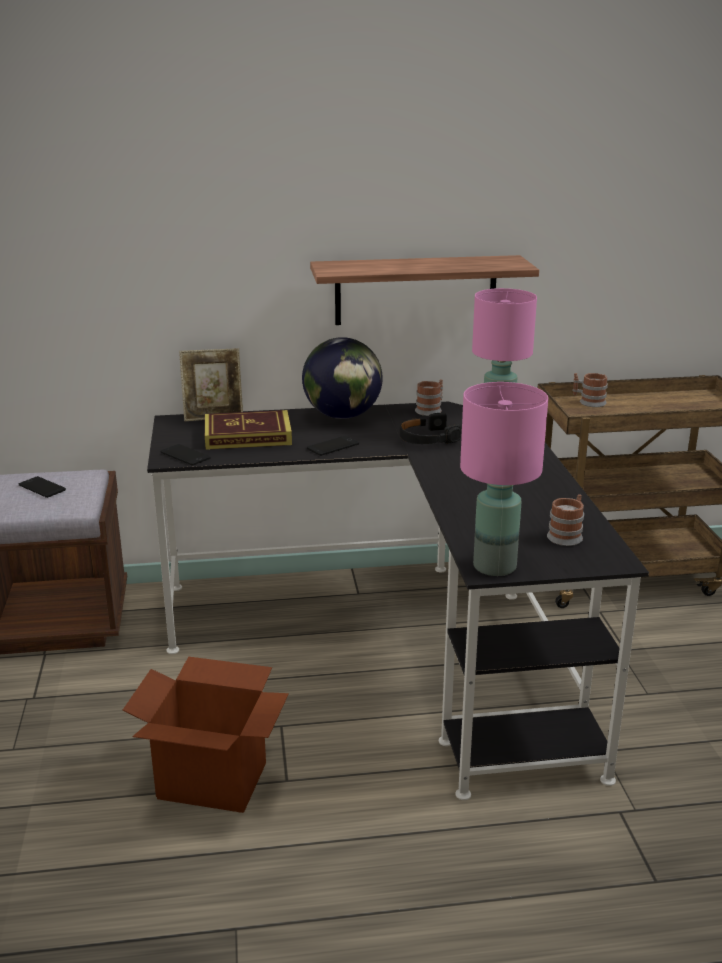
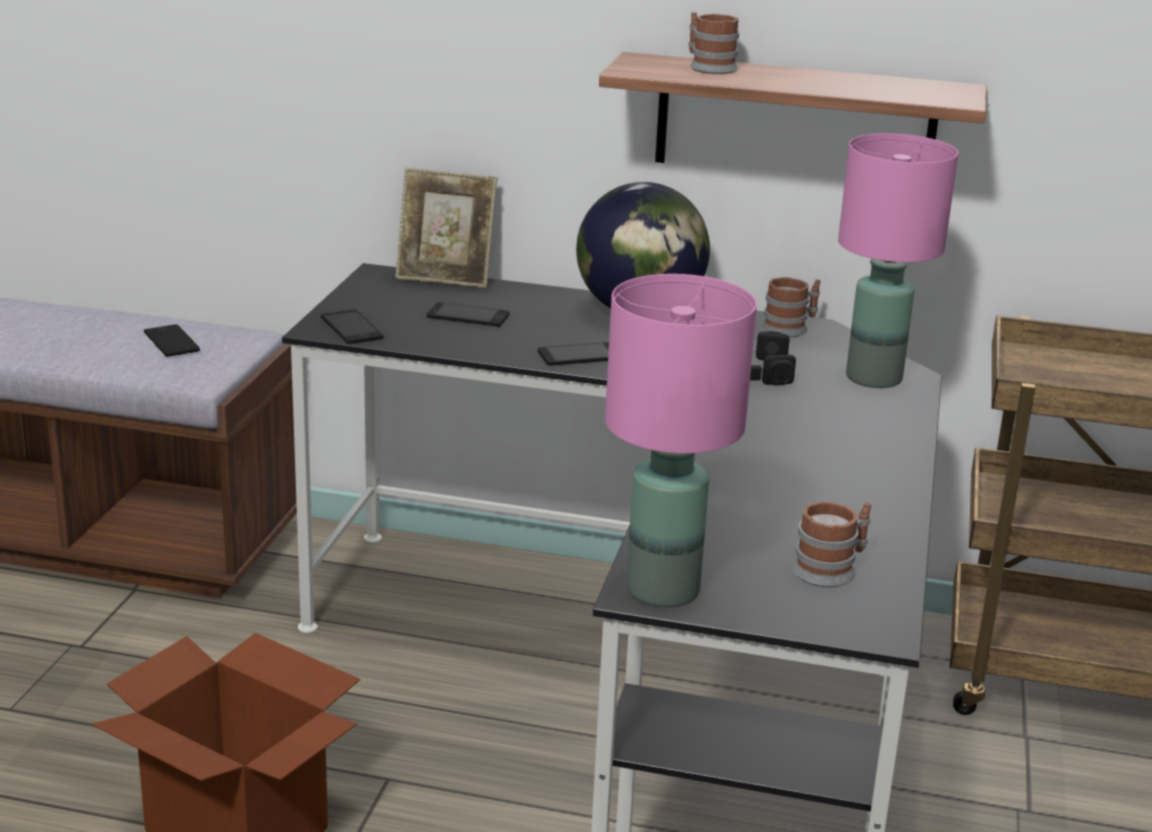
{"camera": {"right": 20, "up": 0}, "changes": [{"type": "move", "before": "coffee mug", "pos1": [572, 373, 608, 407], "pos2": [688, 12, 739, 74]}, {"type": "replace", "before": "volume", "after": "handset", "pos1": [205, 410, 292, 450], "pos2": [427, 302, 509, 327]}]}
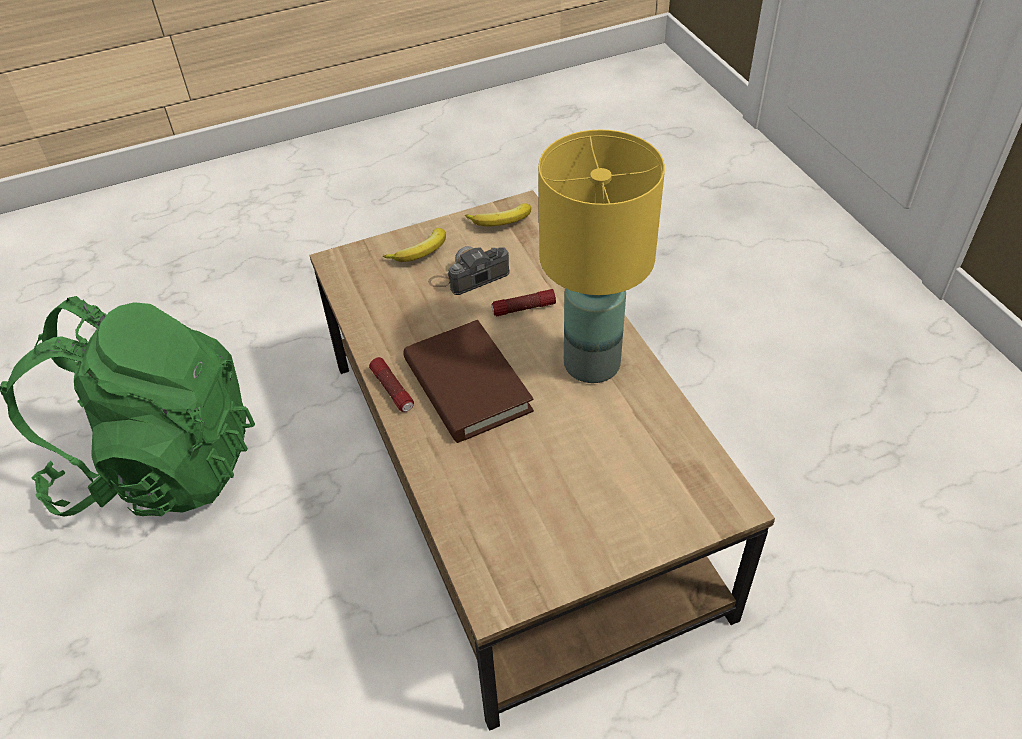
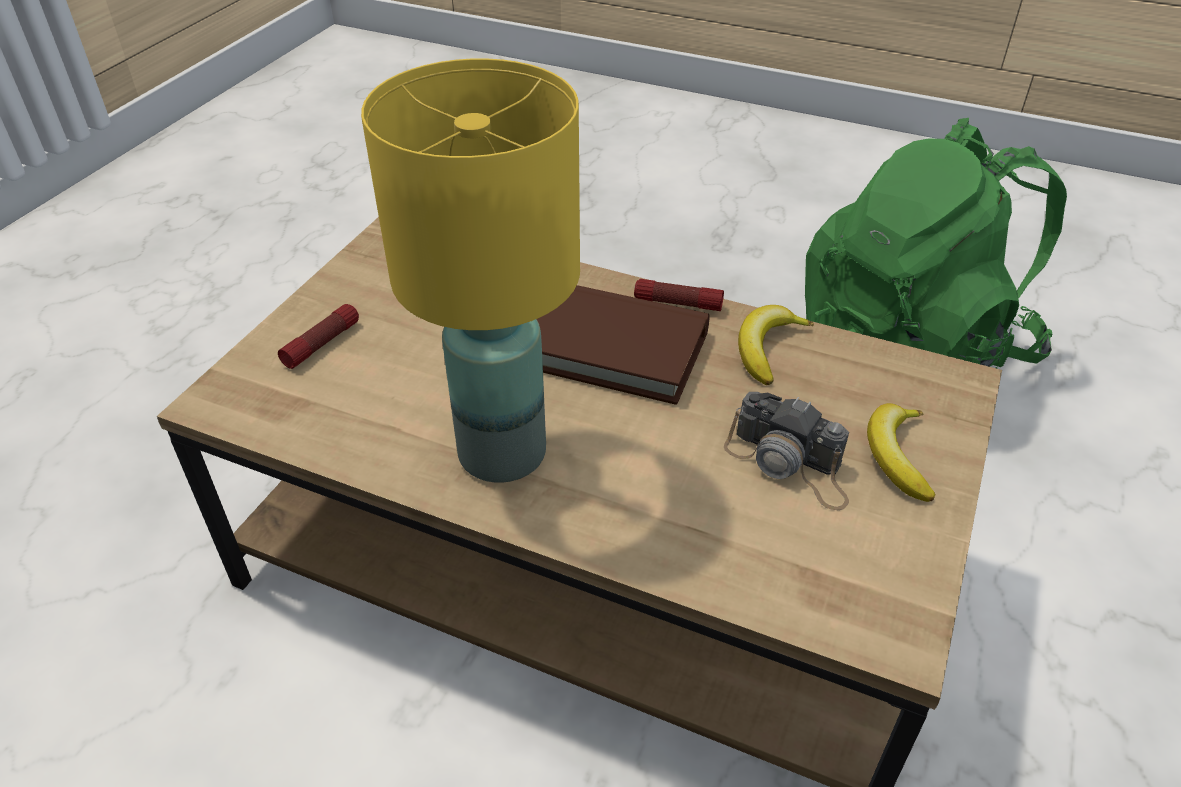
{"camera": {"right": 135, "up": -5}, "changes": [{"type": "move", "before": "banana fruit", "pos1": [465, 203, 531, 226], "pos2": [738, 305, 814, 385]}, {"type": "rotate", "before": "photo camera", "pos1": [428, 246, 510, 295], "pos2": [724, 392, 849, 510], "turn": 105}, {"type": "move", "before": "torch", "pos1": [492, 289, 556, 316], "pos2": [278, 304, 359, 369]}]}
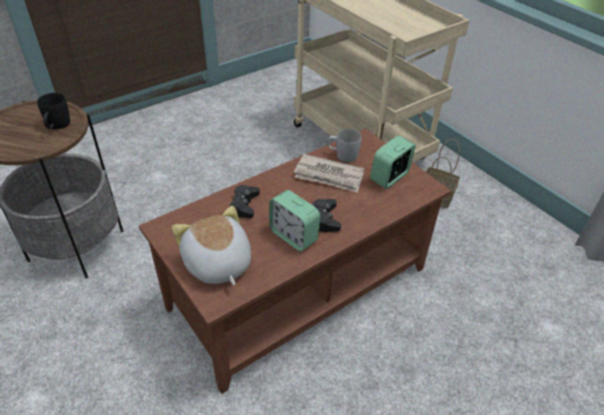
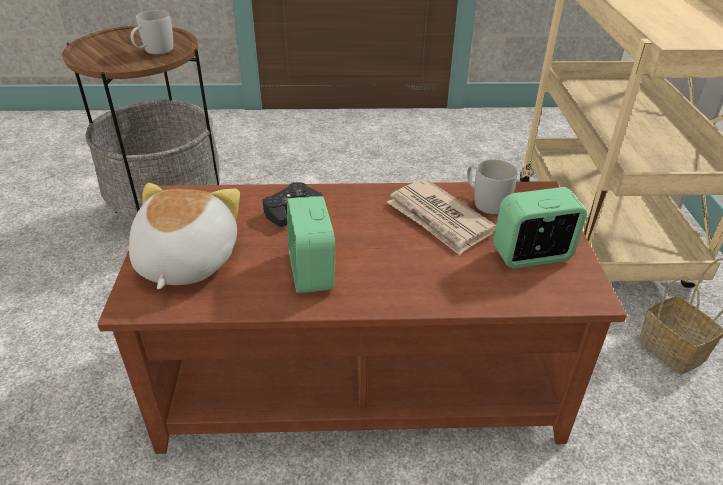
{"camera": {"right": 35, "up": -5}, "changes": [{"type": "recolor", "before": "black coffee mug", "after": "white-coloured coffee mug", "pos1": [37, 93, 70, 129], "pos2": [131, 10, 173, 54]}, {"type": "delete", "before": "black game controller", "pos1": [312, 199, 341, 232]}]}
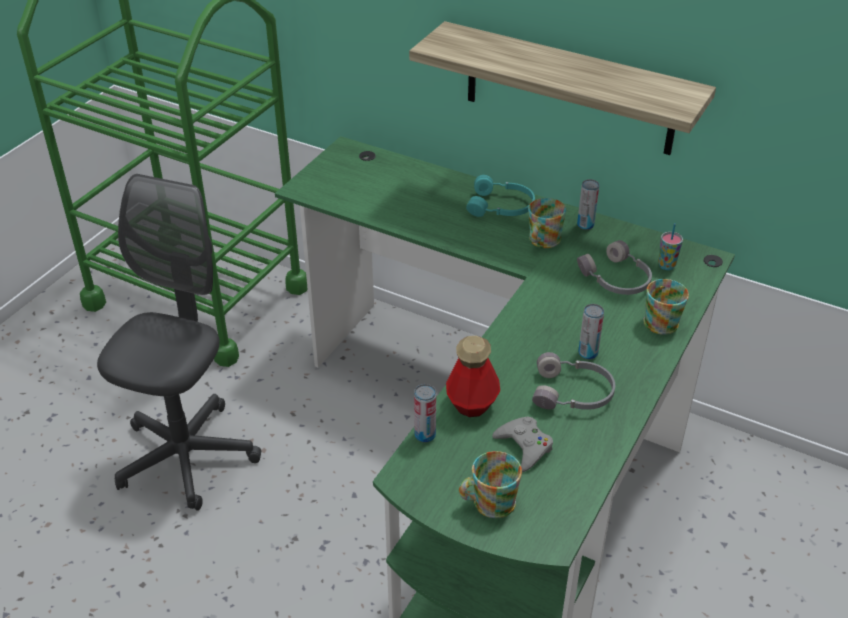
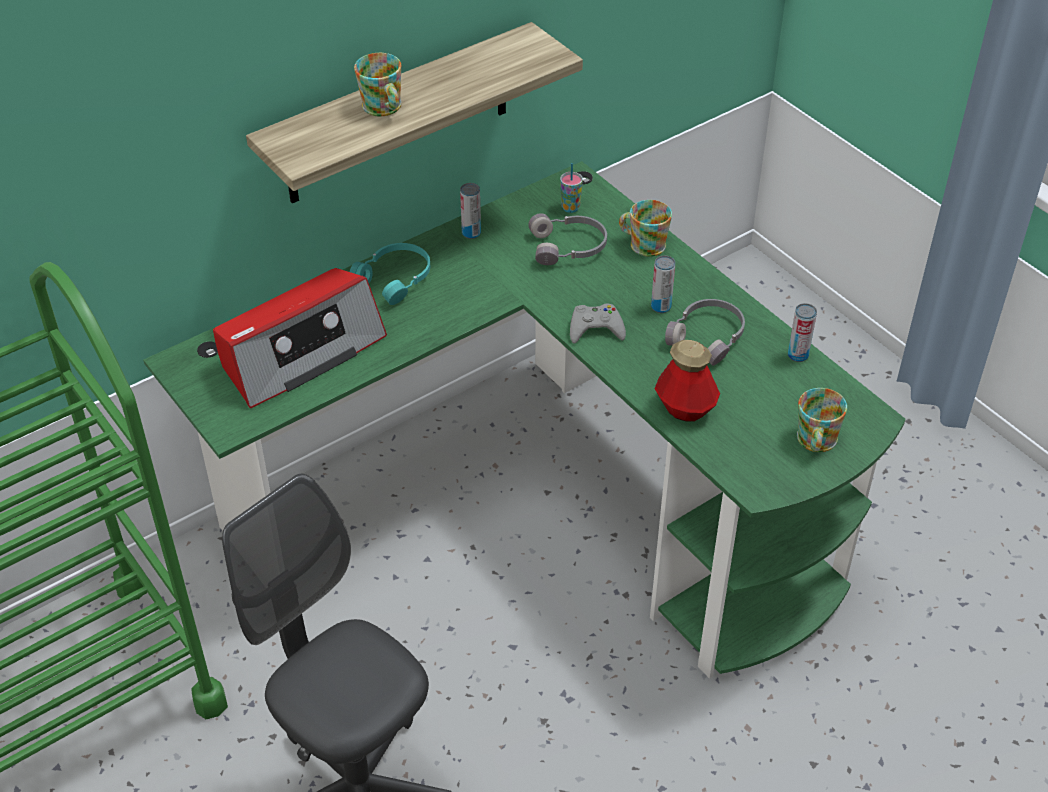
{"camera": {"right": -65, "up": 5}, "changes": [{"type": "move", "before": "coffee mug", "pos1": [528, 198, 566, 248], "pos2": [354, 53, 402, 116]}, {"type": "move", "before": "metal can", "pos1": [414, 384, 436, 443], "pos2": [788, 303, 817, 362]}, {"type": "move", "before": "grey game controller", "pos1": [492, 416, 553, 472], "pos2": [570, 304, 626, 344]}, {"type": "insert", "after": "radio", "pos2": [213, 268, 387, 408]}]}
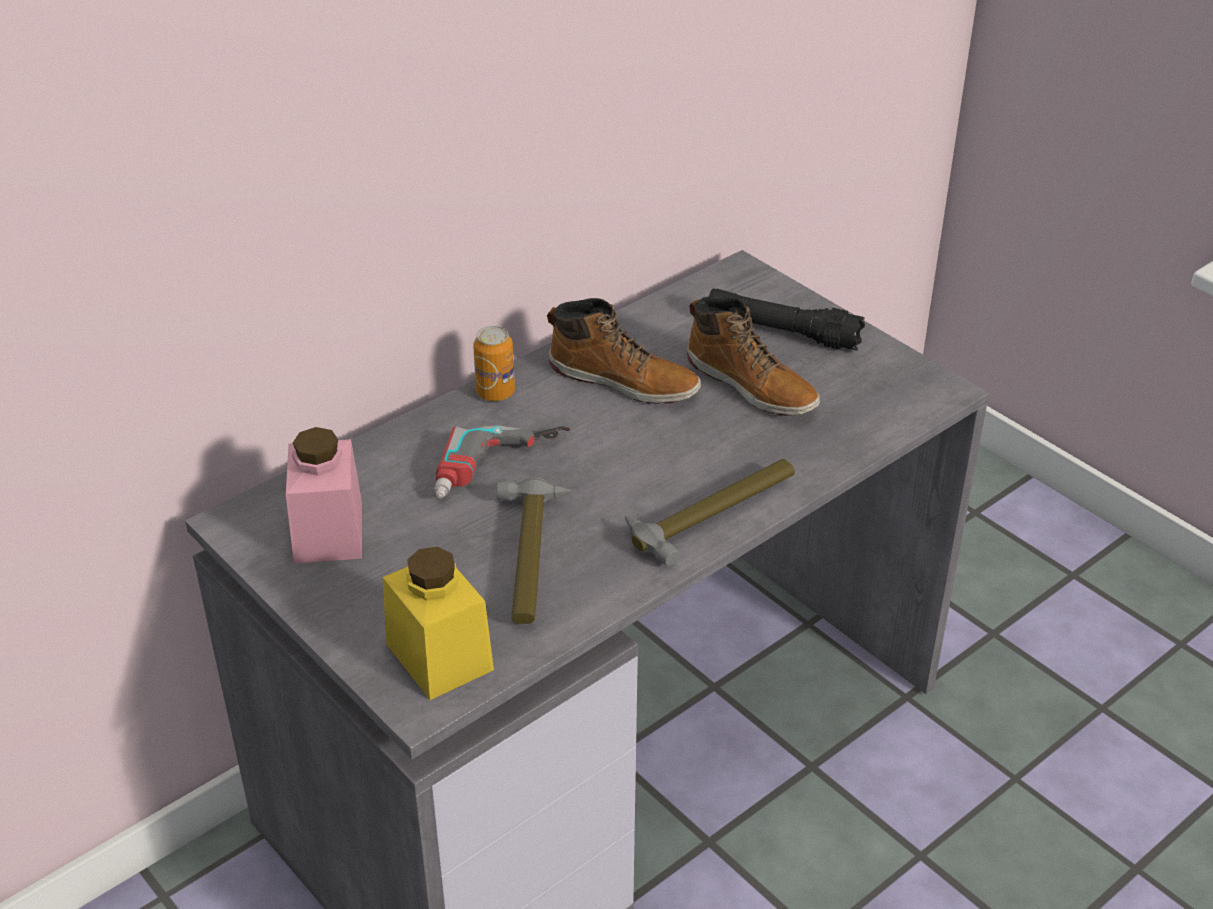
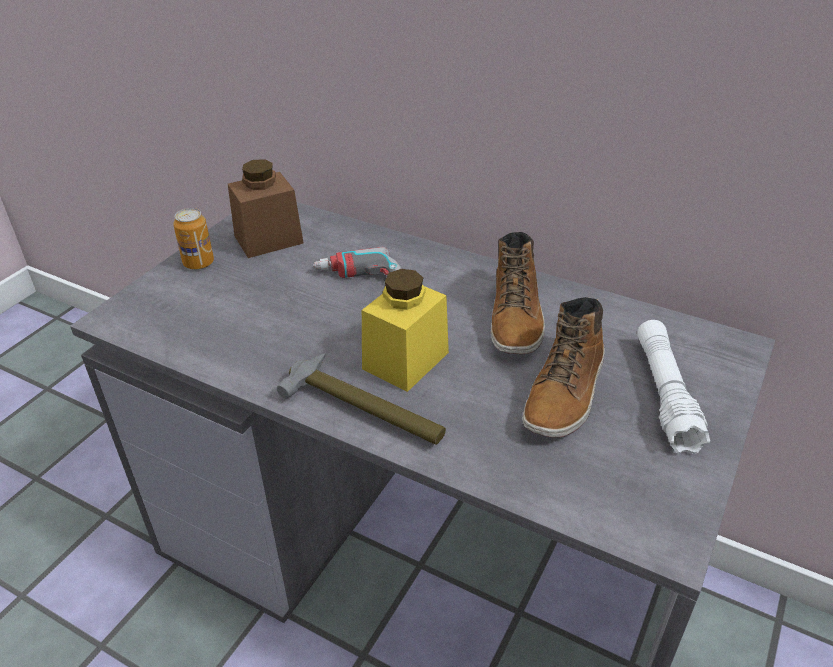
{"camera": {"right": 70, "up": 0}, "changes": [{"type": "recolor", "before": "black torch", "after": "white-coloured torch", "pos1": [709, 289, 865, 351], "pos2": [637, 320, 710, 454]}, {"type": "move", "before": "metal can", "pos1": [473, 326, 515, 401], "pos2": [173, 208, 214, 270]}, {"type": "recolor", "before": "pinkish jar", "after": "brownish jar", "pos1": [286, 427, 362, 564], "pos2": [228, 159, 304, 258]}, {"type": "delete", "before": "hand hammer", "pos1": [497, 476, 572, 624]}, {"type": "move", "before": "yellowish jar", "pos1": [383, 547, 494, 700], "pos2": [362, 269, 449, 392]}]}
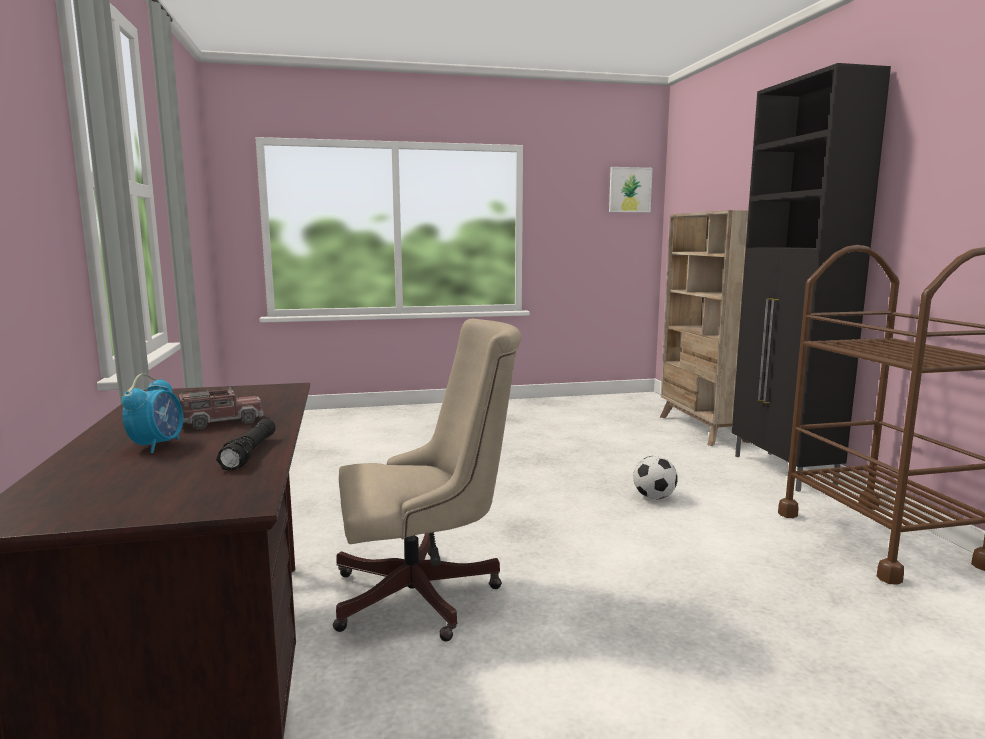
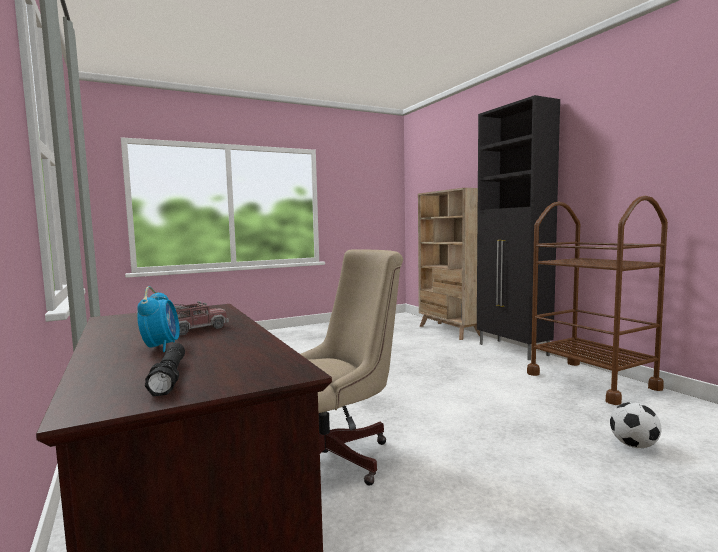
{"camera": {"right": -15, "up": -5}, "changes": [{"type": "delete", "before": "wall art", "pos1": [609, 167, 653, 212]}, {"type": "move", "before": "black torch", "pos1": [216, 419, 276, 470], "pos2": [145, 343, 185, 396]}, {"type": "move", "before": "ball for football", "pos1": [633, 456, 678, 499], "pos2": [610, 402, 662, 448]}]}
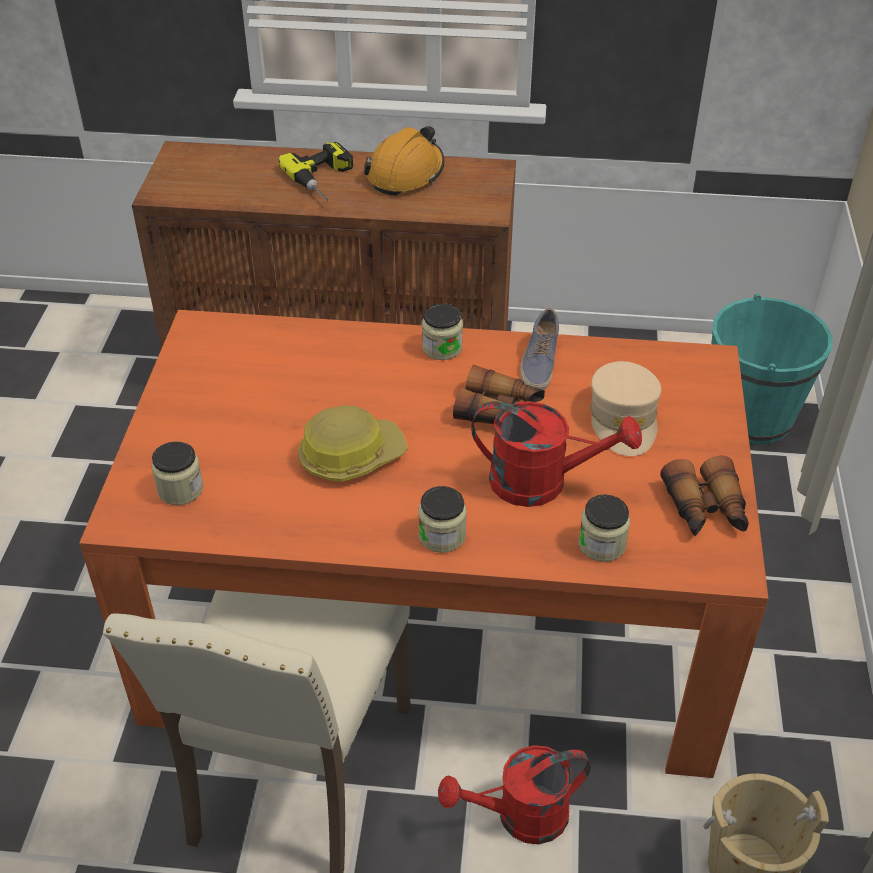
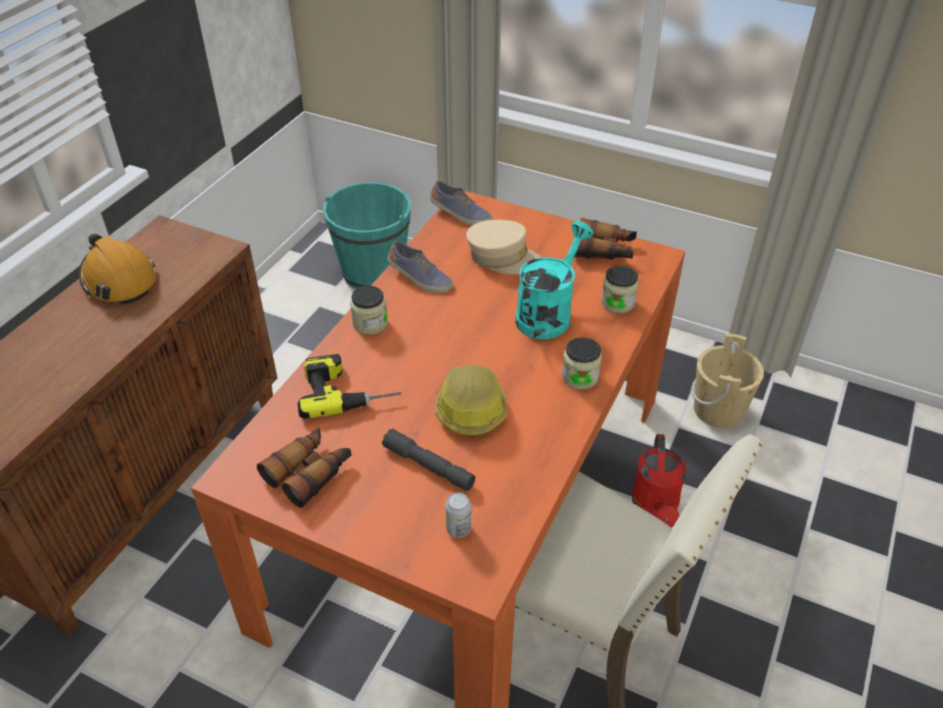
{"camera": {"right": -70, "up": 0}, "changes": [{"type": "move", "before": "drill", "pos1": [279, 142, 353, 201], "pos2": [298, 354, 402, 419]}, {"type": "move", "before": "binoculars", "pos1": [453, 365, 545, 424], "pos2": [257, 428, 351, 508]}, {"type": "recolor", "before": "reddish sprinkling can", "after": "turquoise sprinkling can", "pos1": [471, 401, 642, 507], "pos2": [515, 221, 594, 339]}, {"type": "replace", "before": "jar", "after": "metal can", "pos1": [152, 441, 204, 505], "pos2": [445, 492, 471, 538]}, {"type": "insert", "after": "shoe", "pos2": [430, 180, 492, 225]}, {"type": "insert", "after": "grey torch", "pos2": [382, 428, 475, 491]}]}
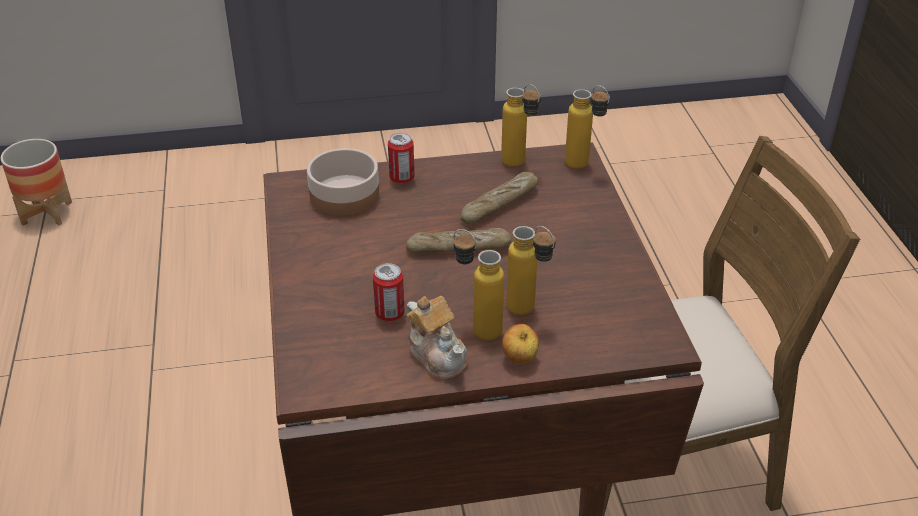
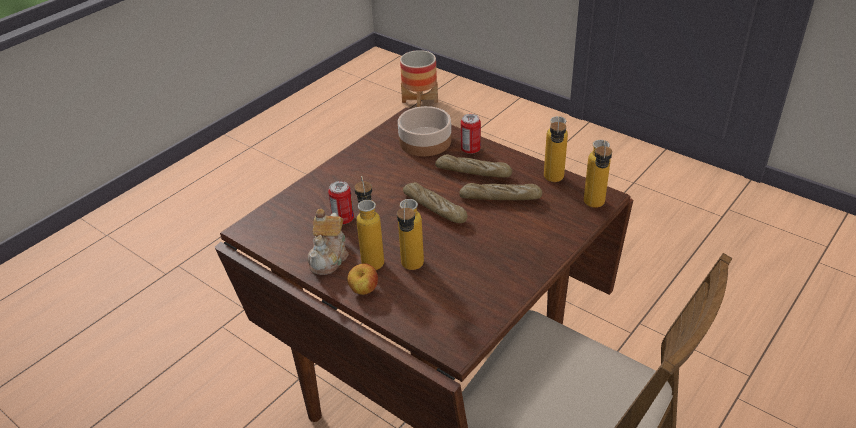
{"camera": {"right": 50, "up": 0}, "changes": [{"type": "insert", "after": "bakery bread", "pos2": [435, 154, 512, 178]}]}
